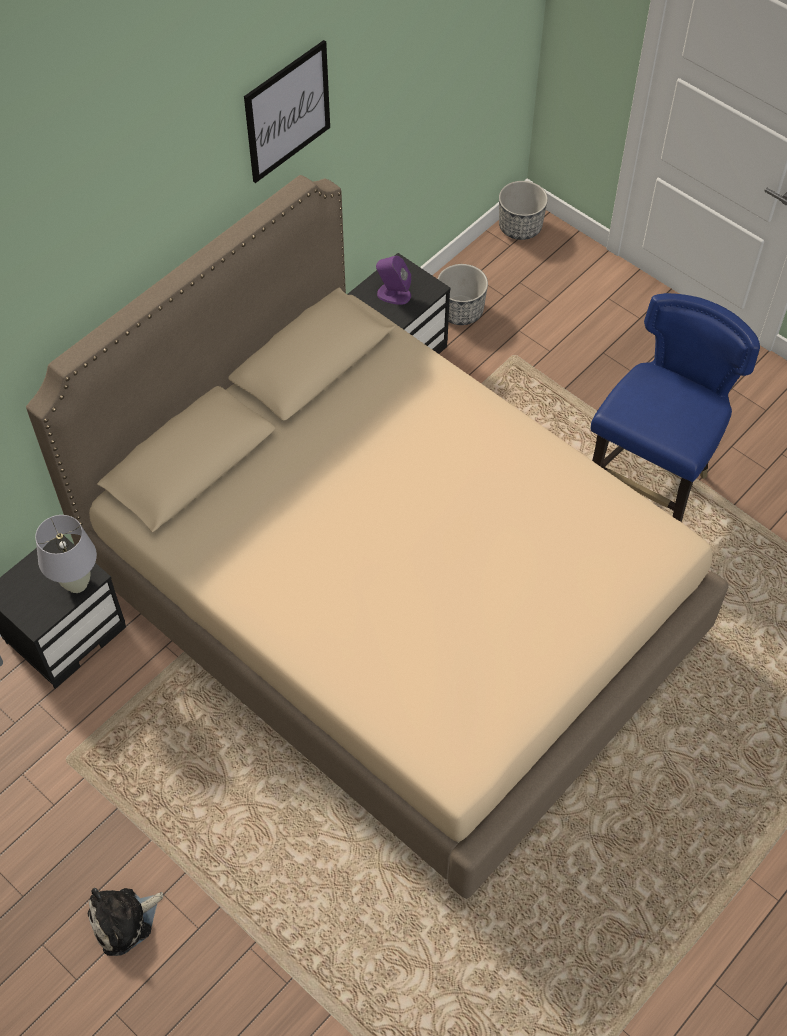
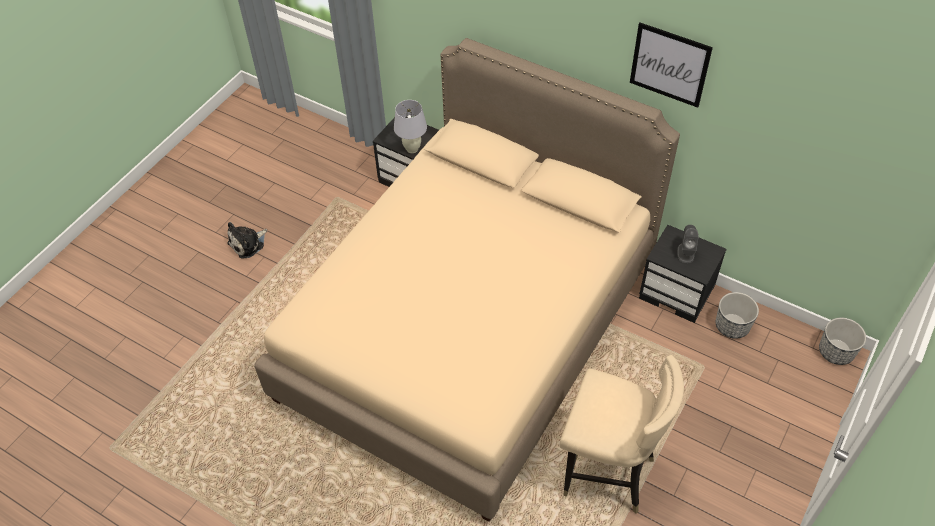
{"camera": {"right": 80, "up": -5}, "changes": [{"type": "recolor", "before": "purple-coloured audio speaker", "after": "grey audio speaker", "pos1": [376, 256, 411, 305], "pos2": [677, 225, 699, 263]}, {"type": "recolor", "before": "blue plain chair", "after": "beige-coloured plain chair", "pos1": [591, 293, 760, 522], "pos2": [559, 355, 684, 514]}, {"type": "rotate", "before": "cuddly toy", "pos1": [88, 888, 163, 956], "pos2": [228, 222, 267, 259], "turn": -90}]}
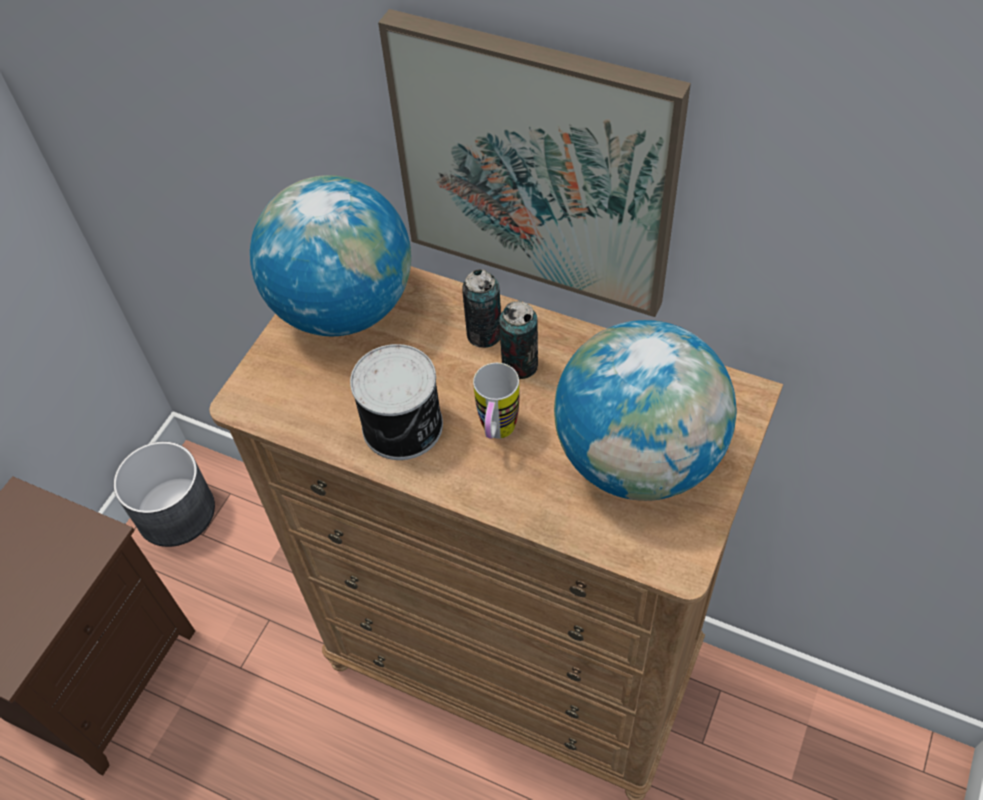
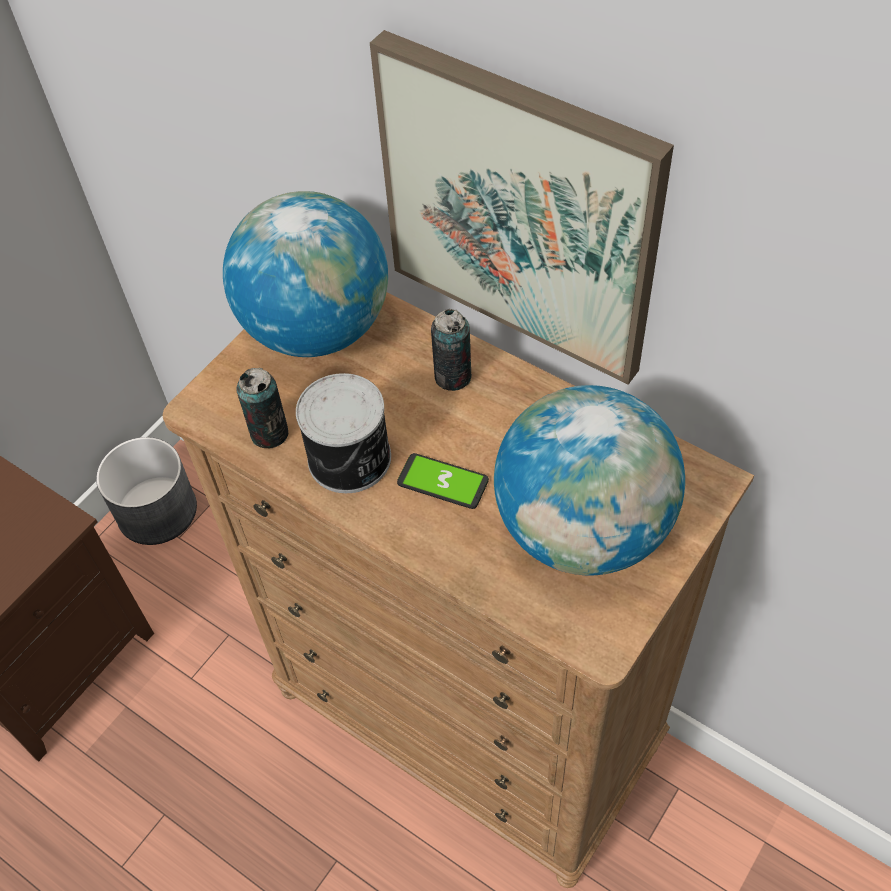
{"camera": {"right": 10, "up": 0}, "changes": [{"type": "move", "before": "metal can", "pos1": [499, 301, 538, 379], "pos2": [236, 368, 288, 448]}, {"type": "replace", "before": "coffee mug", "after": "handset", "pos1": [473, 363, 519, 439], "pos2": [397, 453, 489, 509]}]}
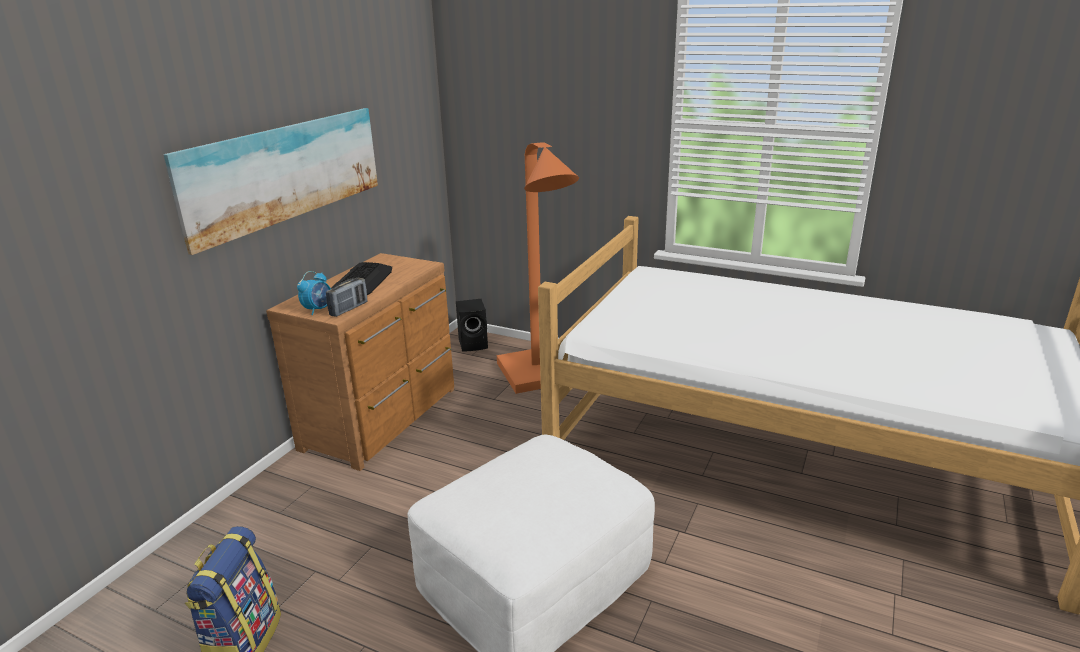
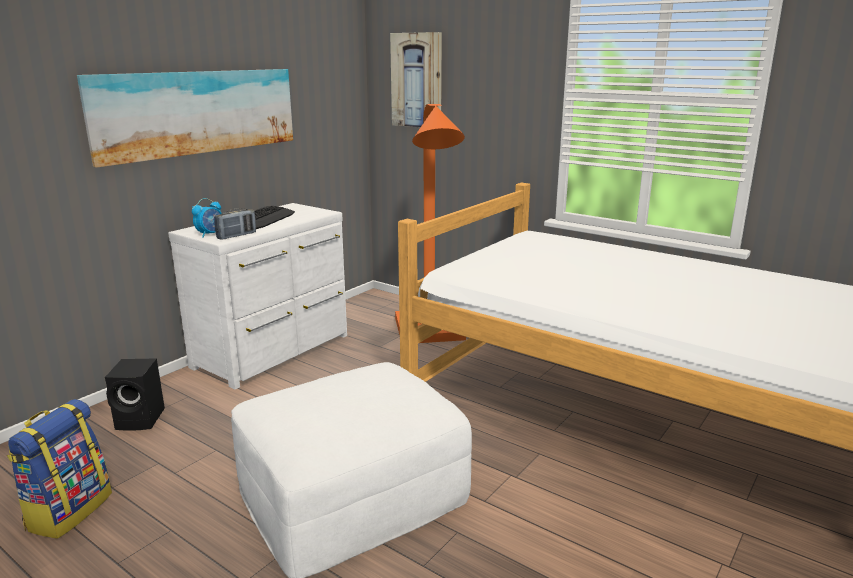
{"camera": {"right": 10, "up": -5}, "changes": [{"type": "recolor", "before": "brownish drawer chest", "after": "white-coloured drawer chest", "pos1": [266, 253, 454, 471], "pos2": [168, 203, 347, 389]}, {"type": "move", "before": "black audio speaker", "pos1": [456, 299, 488, 352], "pos2": [105, 358, 165, 431]}, {"type": "insert", "after": "wall art", "pos2": [390, 32, 442, 127]}]}
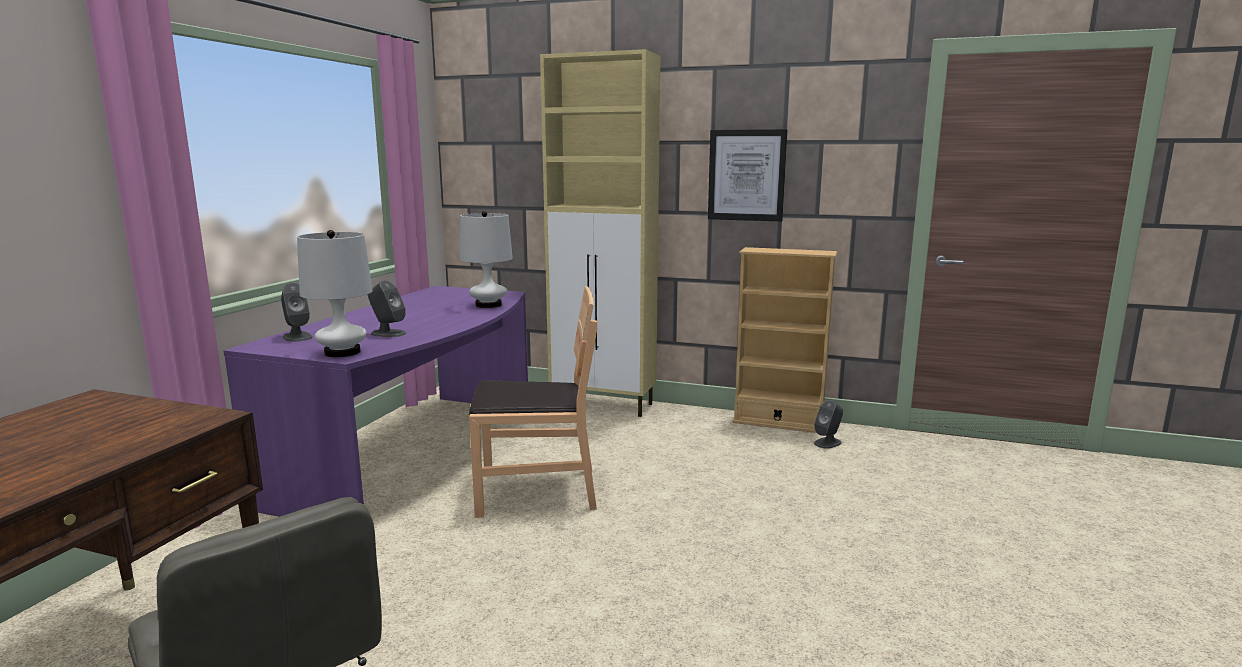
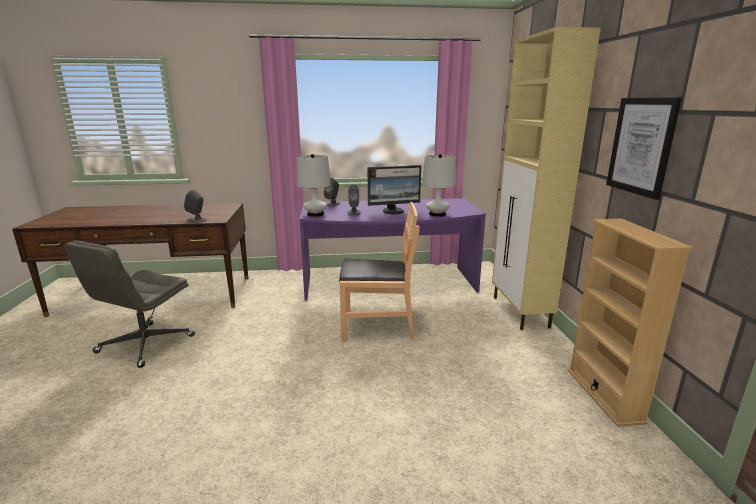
{"camera": {"right": 65, "up": 5}, "changes": [{"type": "rotate", "before": "brownish plain chair", "pos1": [469, 286, 597, 518], "pos2": [339, 202, 420, 342], "turn": -60}, {"type": "move", "before": "grey audio speaker", "pos1": [814, 400, 843, 449], "pos2": [184, 190, 207, 223]}, {"type": "insert", "after": "computer screen", "pos2": [368, 165, 421, 214]}]}
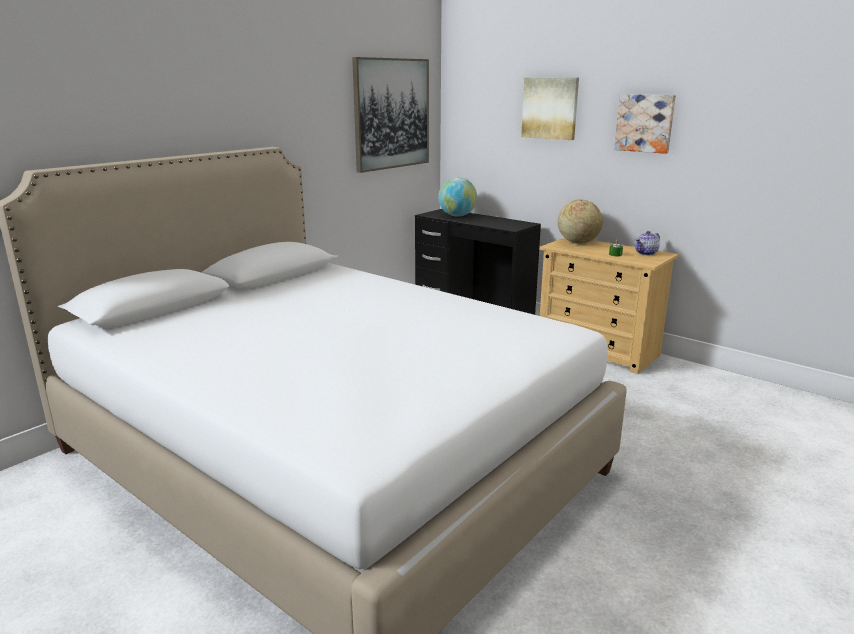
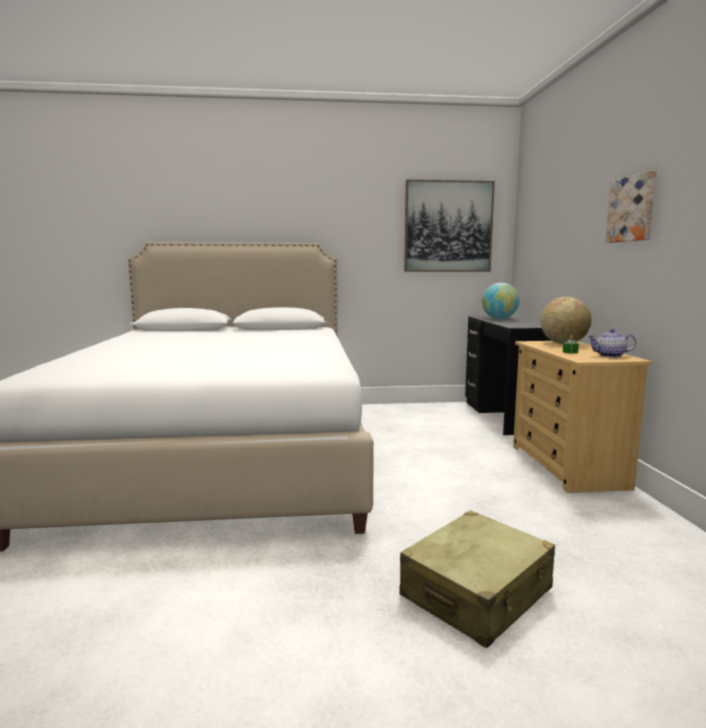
{"camera": {"right": 45, "up": -10}, "changes": [{"type": "delete", "before": "wall art", "pos1": [521, 78, 579, 140]}, {"type": "insert", "after": "beige-coloured travel case", "pos2": [399, 510, 555, 648]}]}
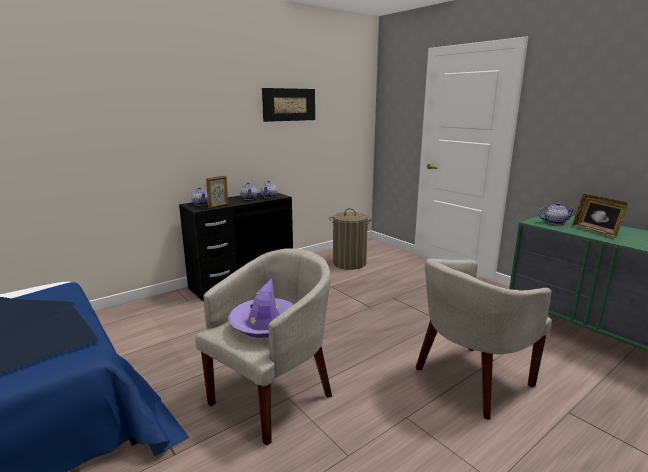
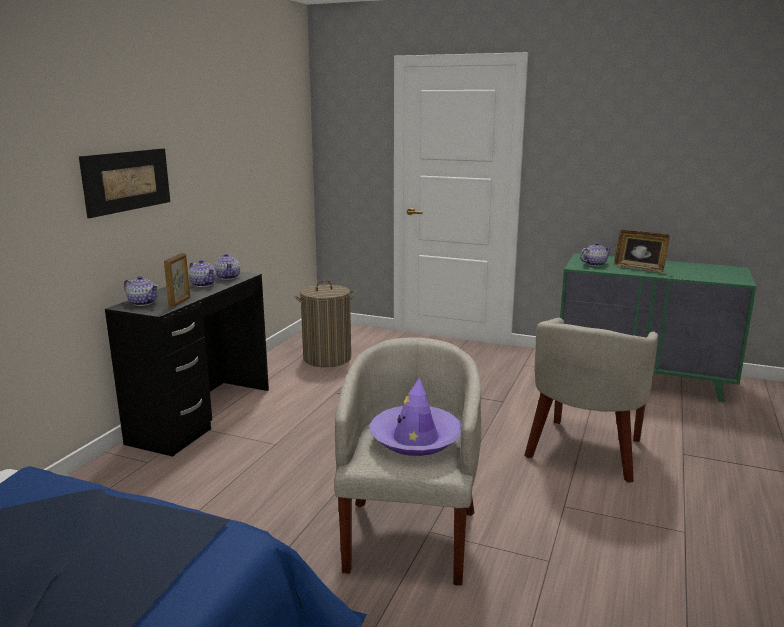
{"camera": {"right": -30, "up": 0}, "changes": [{"type": "move", "before": "wall art", "pos1": [262, 88, 315, 122], "pos2": [79, 148, 170, 218]}]}
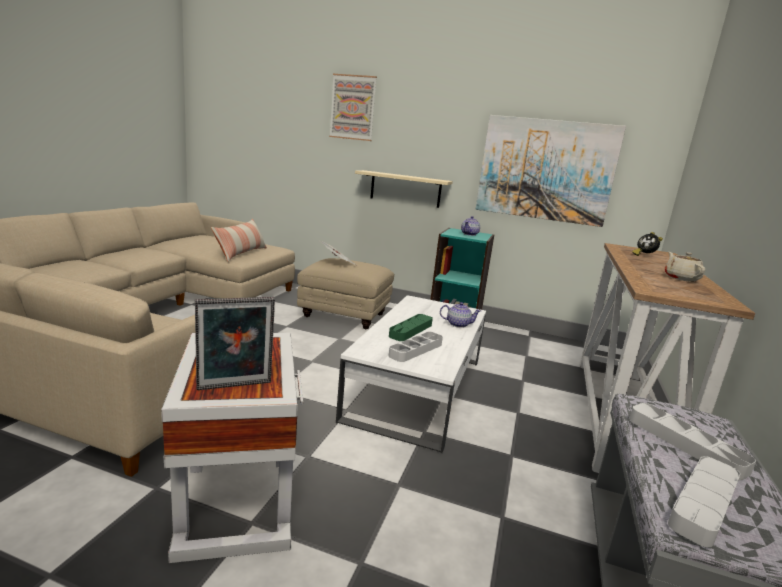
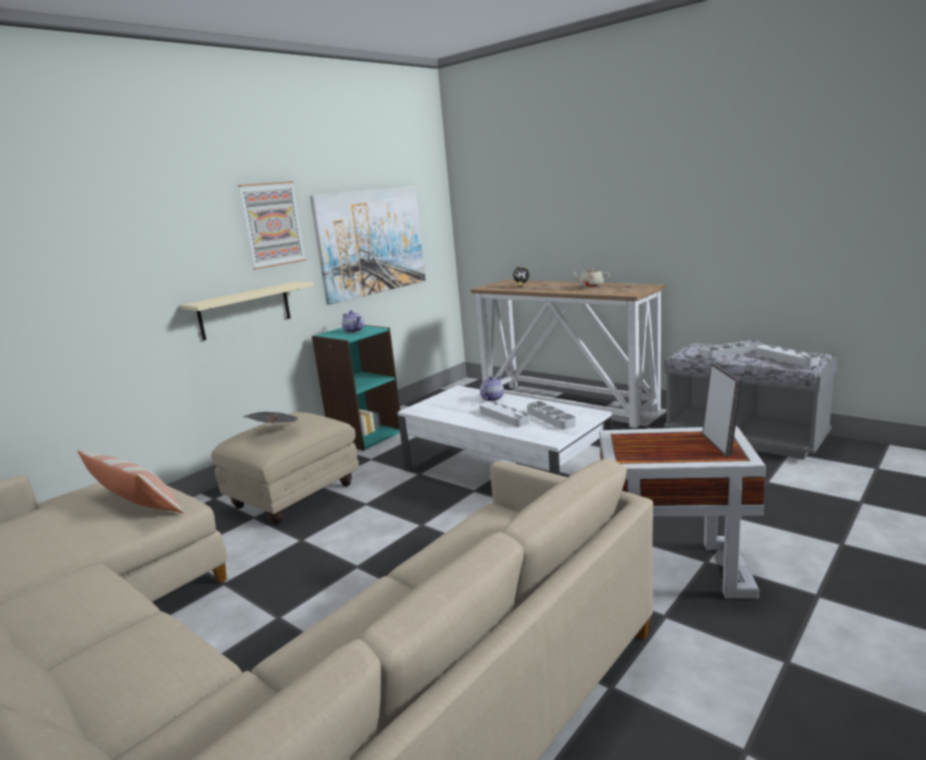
{"camera": {"right": -65, "up": 0}, "changes": [{"type": "move", "before": "wall art", "pos1": [329, 74, 377, 141], "pos2": [238, 181, 306, 270]}, {"type": "recolor", "before": "green serving tray", "after": "grey serving tray", "pos1": [389, 314, 433, 341], "pos2": [479, 401, 530, 427]}]}
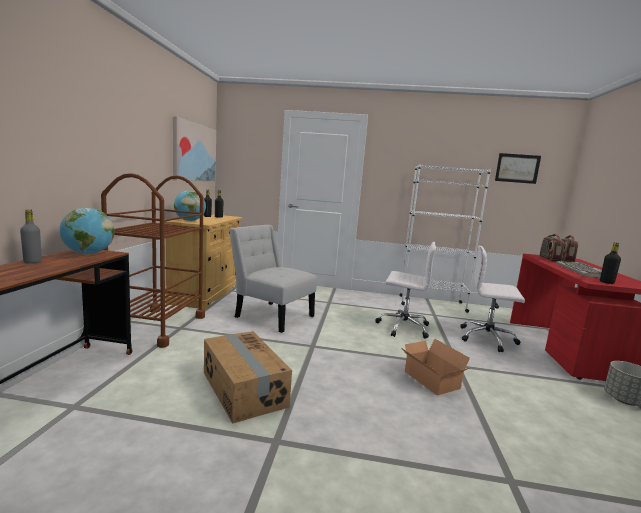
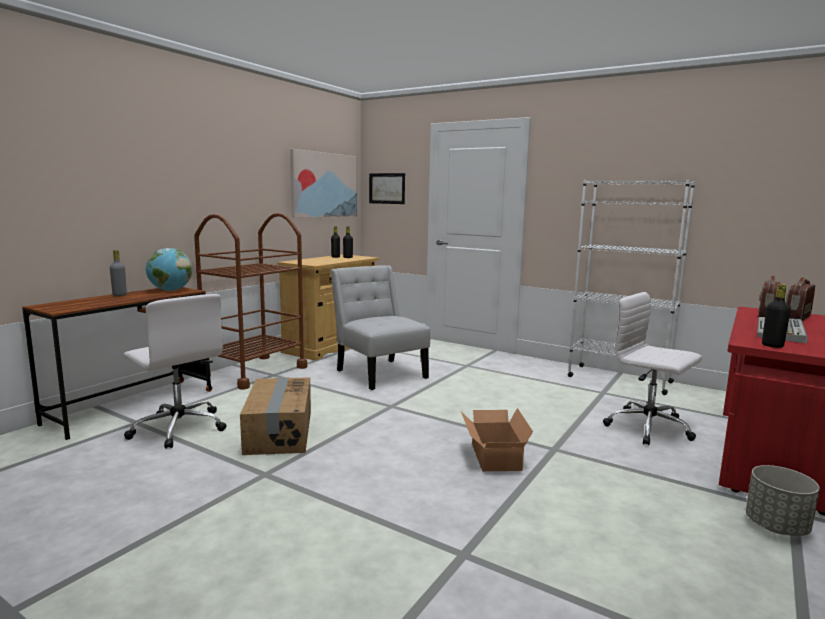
{"camera": {"right": 25, "up": 0}, "changes": [{"type": "move", "before": "wall art", "pos1": [495, 153, 541, 184], "pos2": [369, 173, 405, 204]}, {"type": "delete", "before": "world globe", "pos1": [174, 190, 206, 221]}, {"type": "move", "before": "white-coloured office chair", "pos1": [376, 242, 436, 339], "pos2": [123, 294, 227, 449]}]}
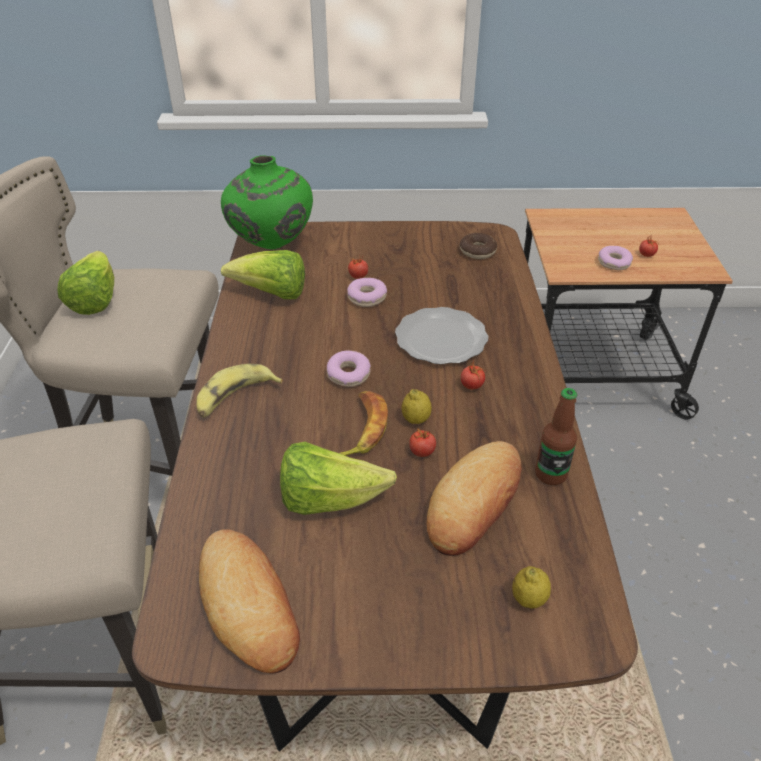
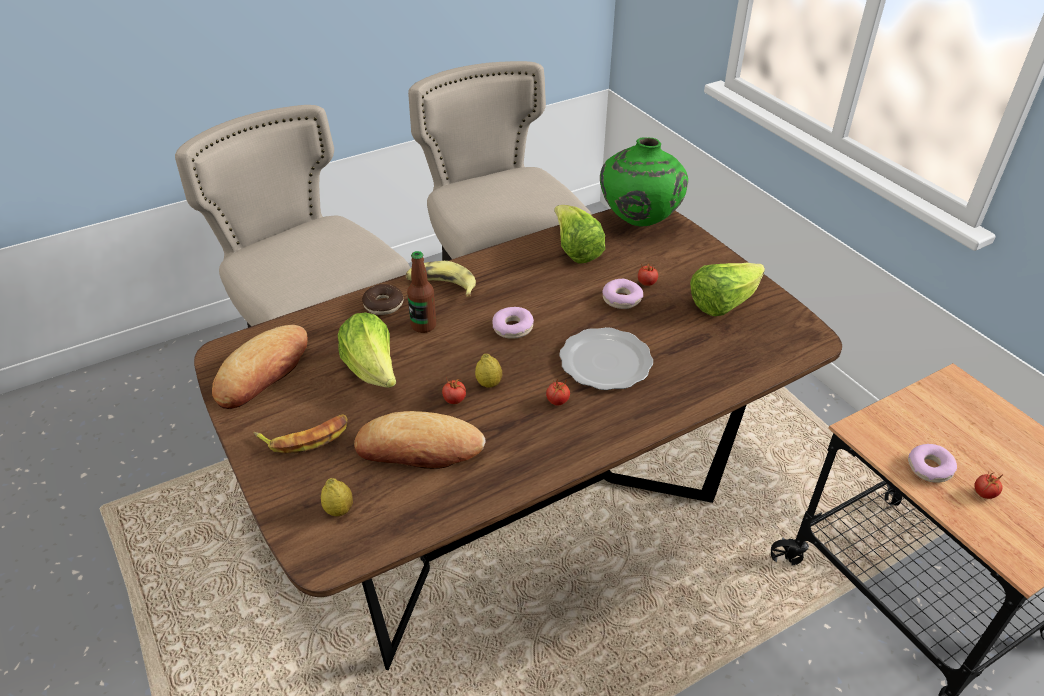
{"camera": {"right": 60, "up": 0}, "changes": [{"type": "move", "before": "donut", "pos1": [460, 233, 497, 259], "pos2": [362, 284, 404, 315]}, {"type": "move", "before": "lettuce head", "pos1": [57, 251, 114, 315], "pos2": [690, 263, 765, 316]}, {"type": "move", "before": "bottle", "pos1": [535, 388, 577, 485], "pos2": [407, 251, 436, 333]}, {"type": "move", "before": "banana fruit", "pos1": [339, 391, 388, 456], "pos2": [254, 414, 347, 454]}]}
